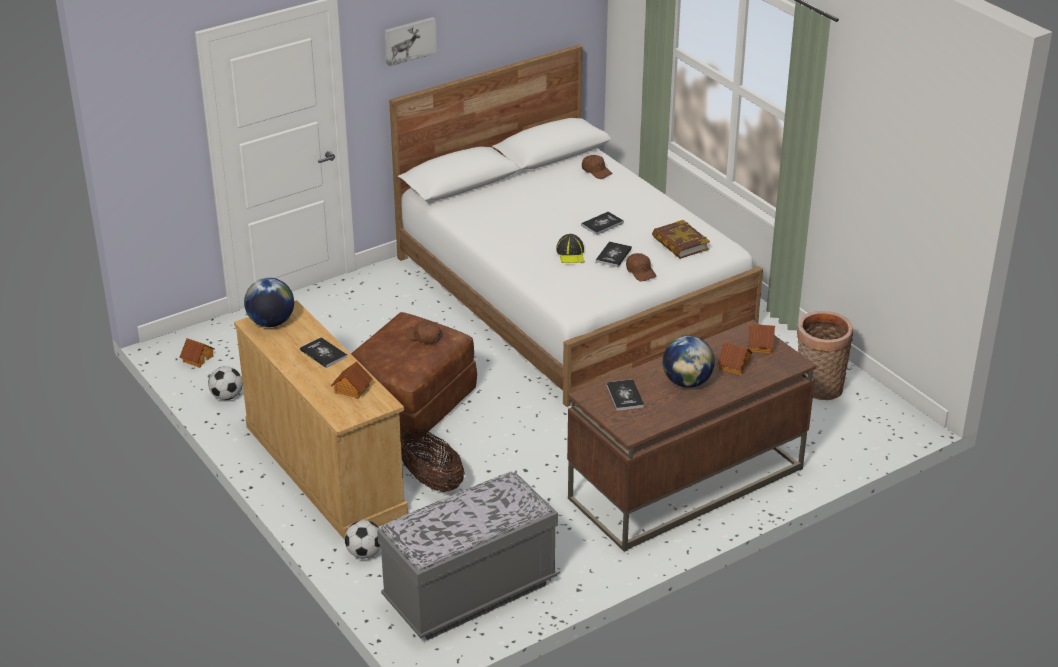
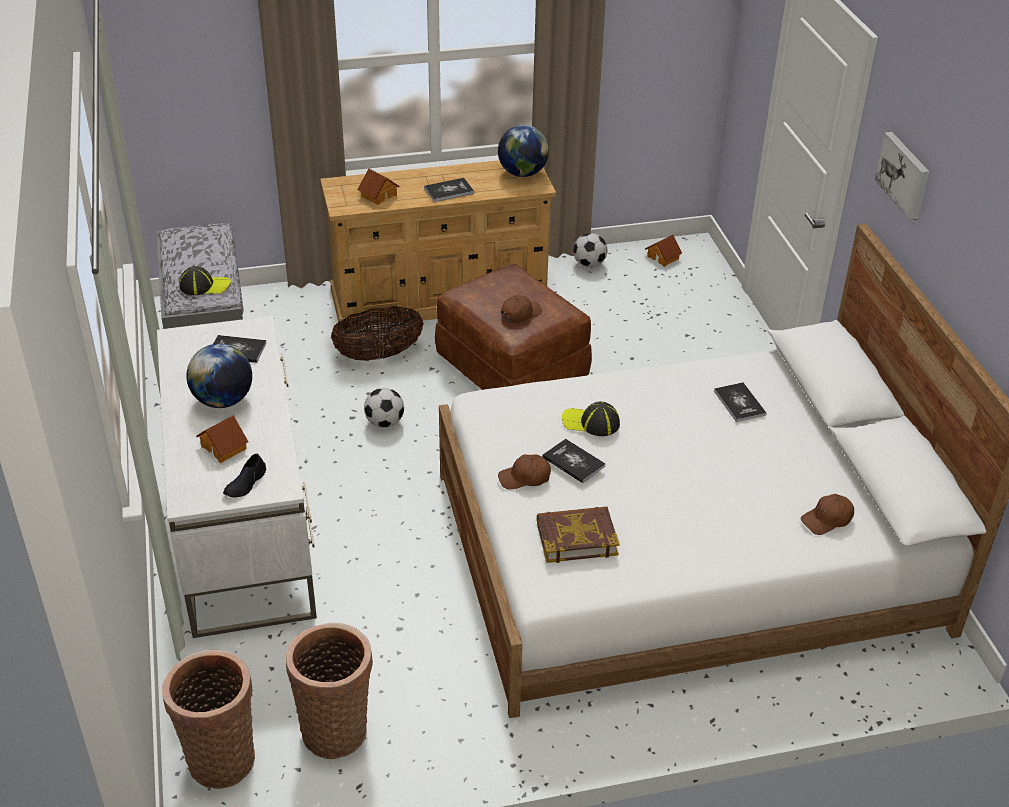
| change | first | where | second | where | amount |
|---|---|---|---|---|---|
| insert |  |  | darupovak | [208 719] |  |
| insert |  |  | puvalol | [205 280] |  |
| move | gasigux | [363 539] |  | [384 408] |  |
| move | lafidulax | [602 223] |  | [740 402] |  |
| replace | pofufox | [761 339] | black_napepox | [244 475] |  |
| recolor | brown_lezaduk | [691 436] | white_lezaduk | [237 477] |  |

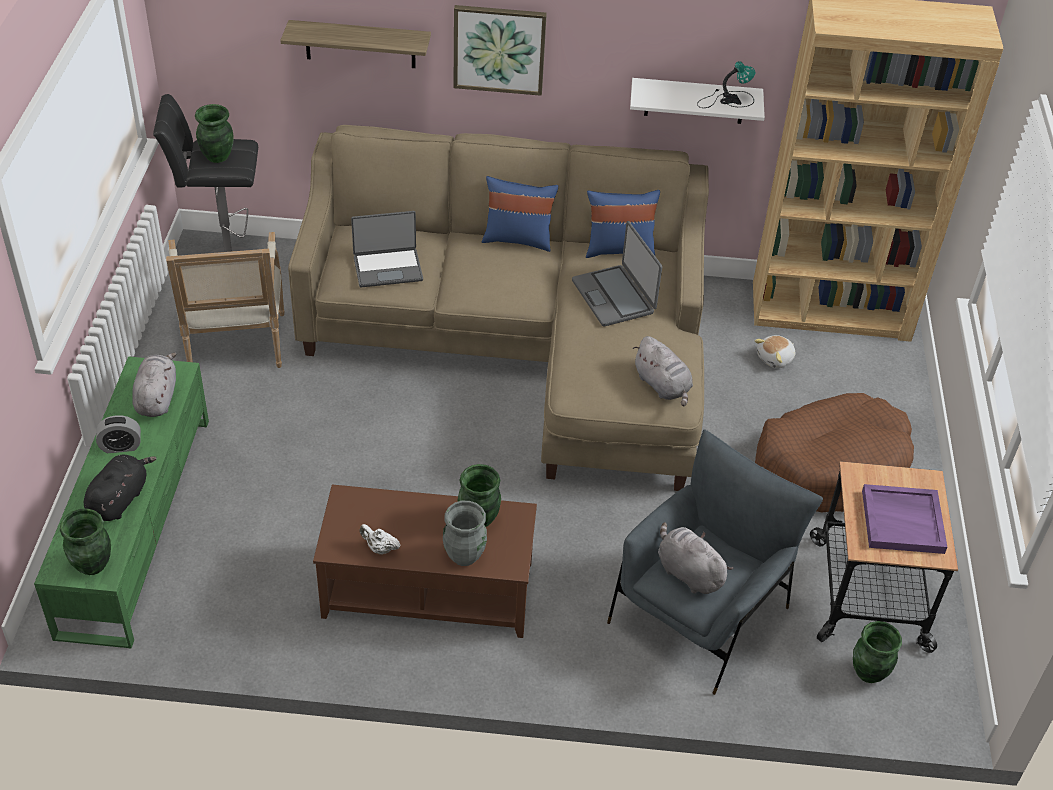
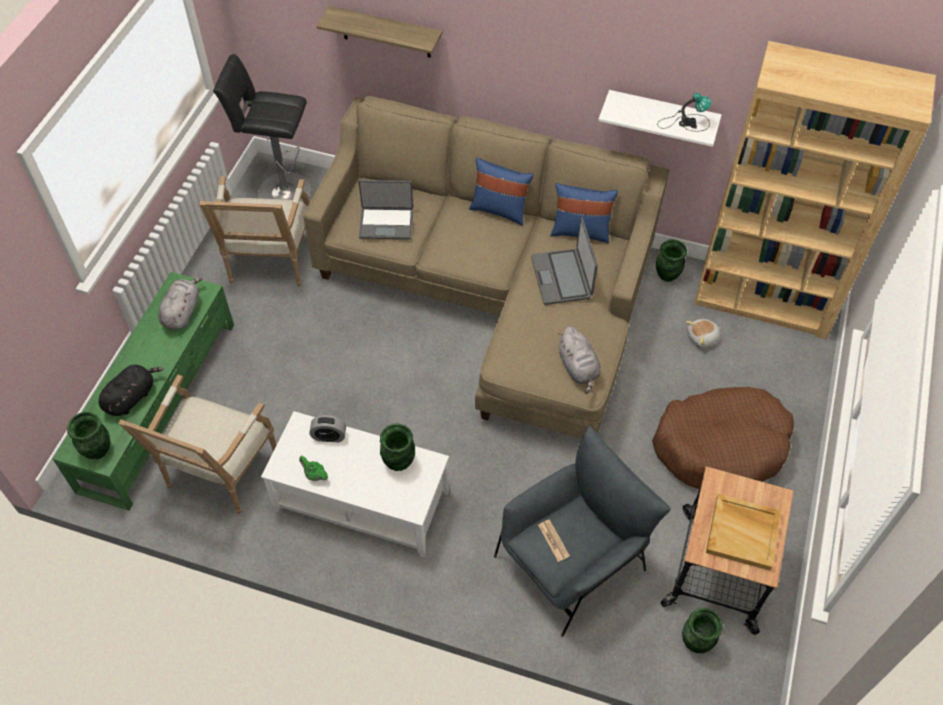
| change | first | where | second | where | amount |
|---|---|---|---|---|---|
| delete | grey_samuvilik | [465 533] |  |  |  |
| delete | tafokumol | [500 50] |  |  |  |
| insert |  |  | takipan | [197 444] |  |
| move | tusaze | [118 434] |  | [328 428] |  |
| move | green_samuvilik | [214 133] |  | [671 260] |  |
| replace | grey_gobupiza | [696 558] | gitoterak | [554 540] |  |
| recolor | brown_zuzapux | [425 561] | white_zuzapux | [355 484] |  |
| recolor | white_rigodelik | [380 539] | green_rigodelik | [313 468] |  |
| recolor | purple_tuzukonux | [904 519] | beige_tuzukonux | [743 532] |  |

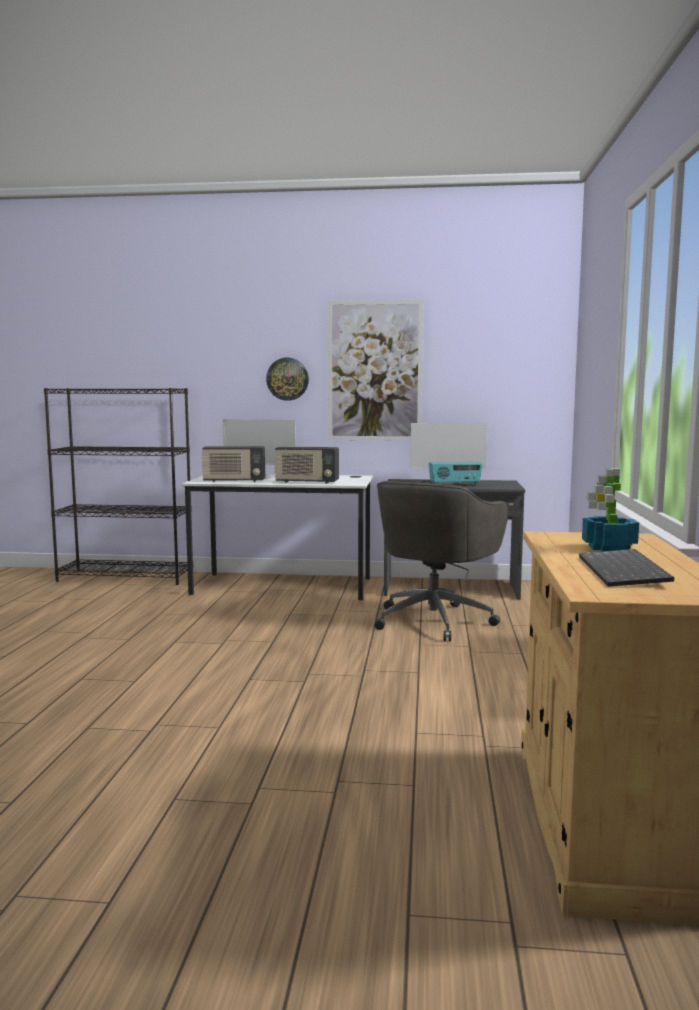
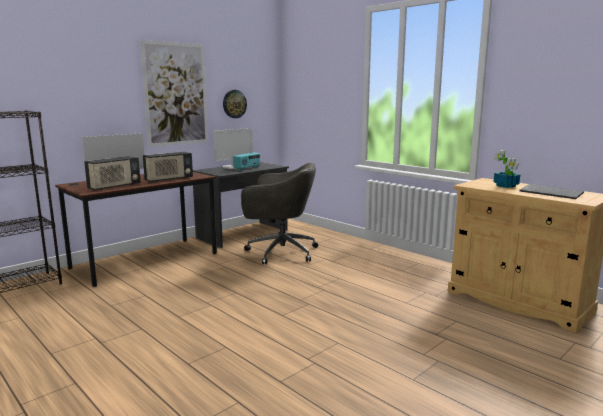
| change | first | where | second | where | amount |
|---|---|---|---|---|---|
| move | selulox | [287 379] |  | [235 104] |  |
| recolor | white_lezaduk | [277 537] | brown_lezaduk | [136 229] |  |
| rotate | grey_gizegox | [442 561] |  | [279 213] | 60 degrees counterclockwise |

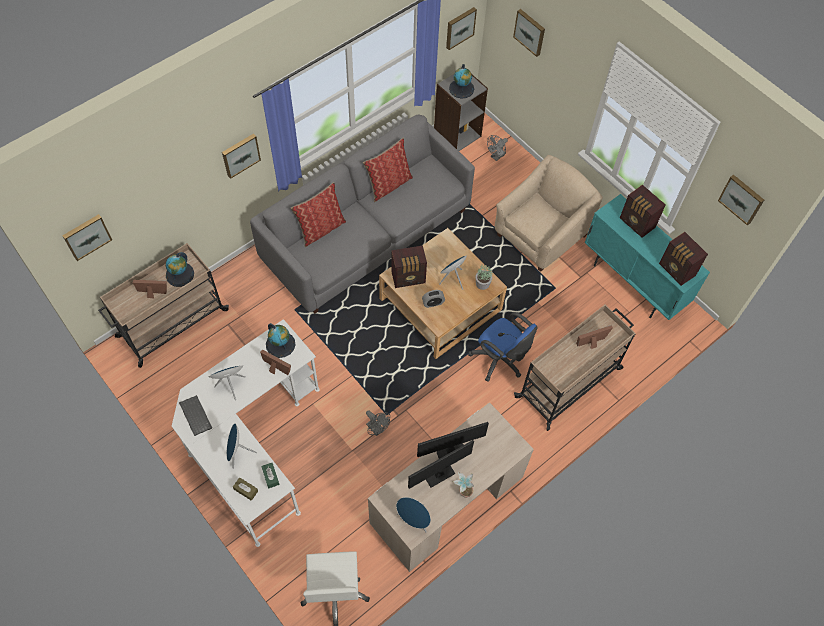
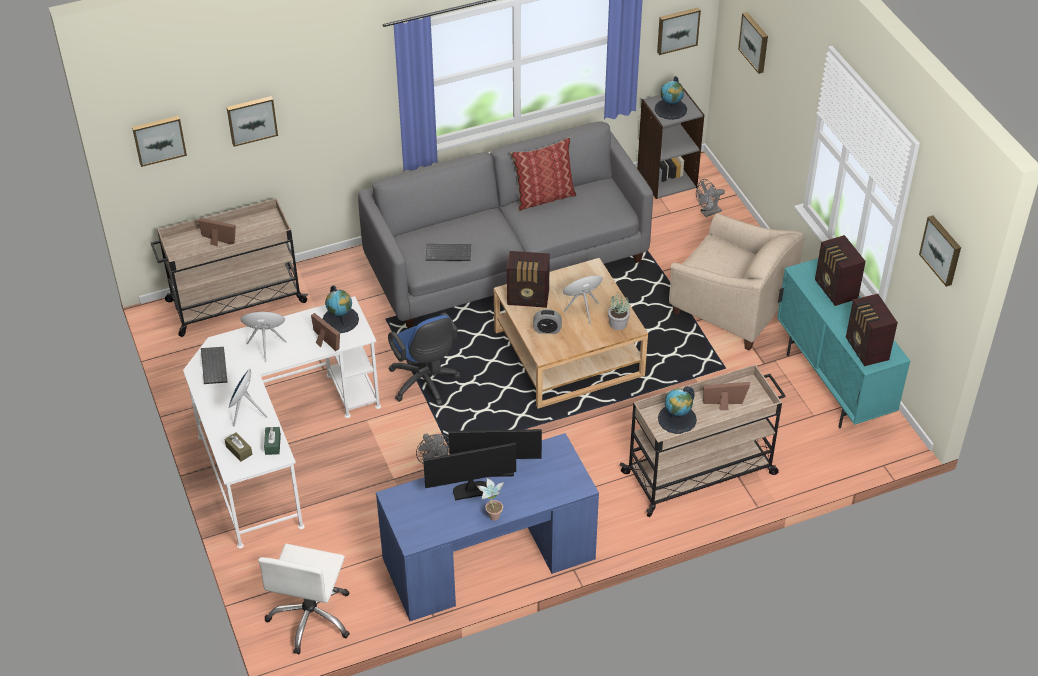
| change | first | where | second | where | amount |
|---|---|---|---|---|---|
| delete | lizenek | [318 214] |  |  |  |
| delete | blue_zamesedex | [413 515] |  |  |  |
| insert |  |  | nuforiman | [448 252] |  |
| move | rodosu | [180 269] |  | [677 410] |  |
| move | tafokumol | [241 156] |  | [252 121] |  |
| move | blue_gizegox | [503 347] |  | [424 359] |  |
| recolor | beige_lezaduk | [451 487] | blue_lezaduk | [487 527] |  |
| rotate | beige_takipan | [549 213] |  | [736 282] | 60 degrees clockwise |

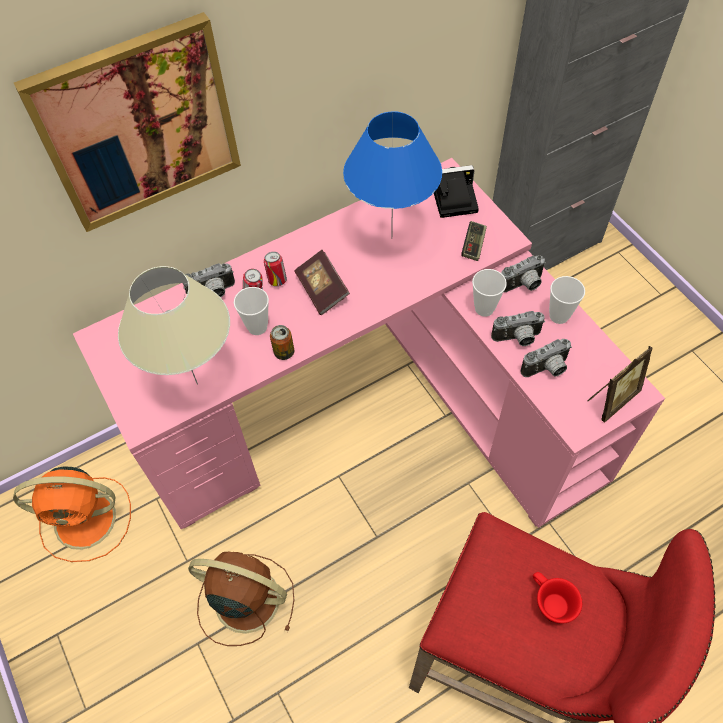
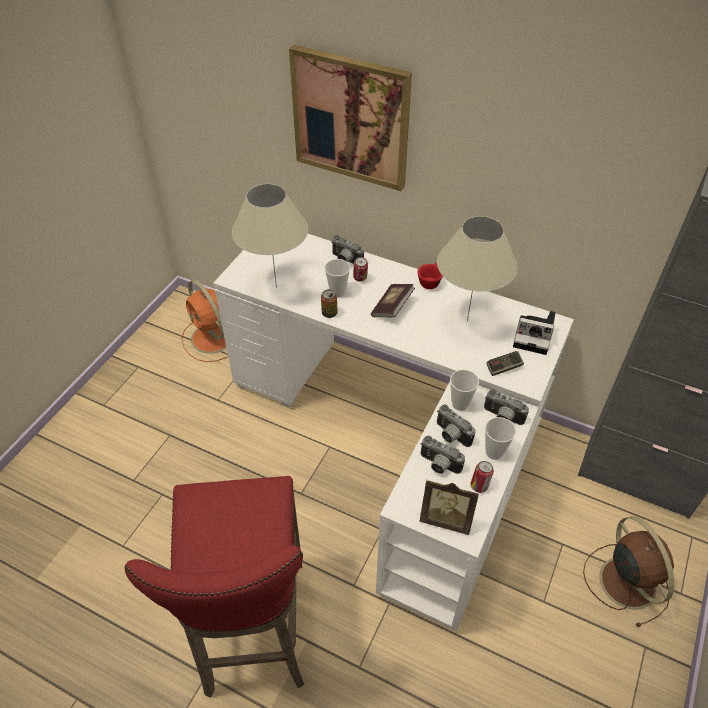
| change | first | where | second | where | amount |
|---|---|---|---|---|---|
| move | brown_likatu | [241 599] |  | [629 571] |  |
| move | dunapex | [275 269] |  | [482 477] |  |
| move | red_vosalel | [557 598] |  | [430 276] |  |
| recolor | pink_lezaduk | [369 343] | white_lezaduk | [393 432] |  |
| recolor | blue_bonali | [392 175] | beige_bonali | [477 269] |  |
| rotate | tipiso | [456 191] |  | [534 333] | 150 degrees clockwise |

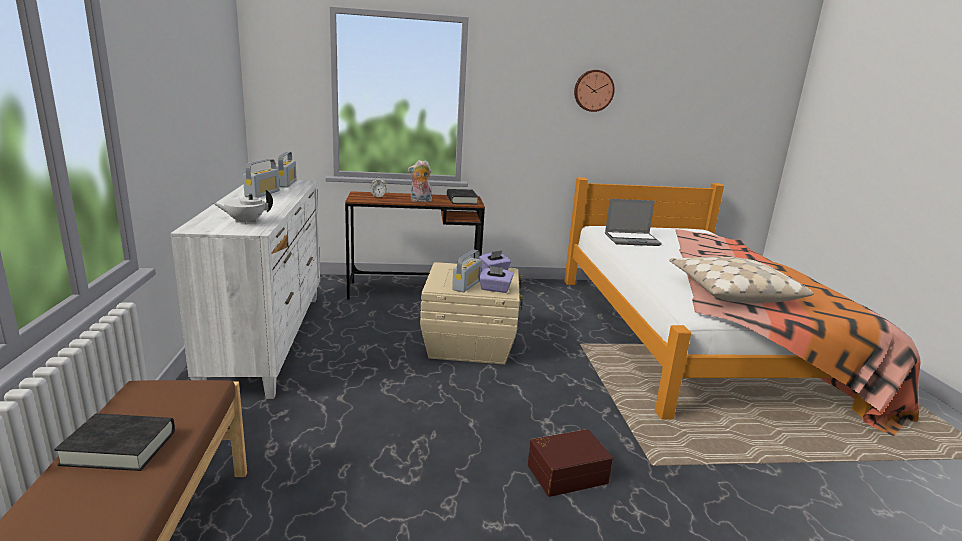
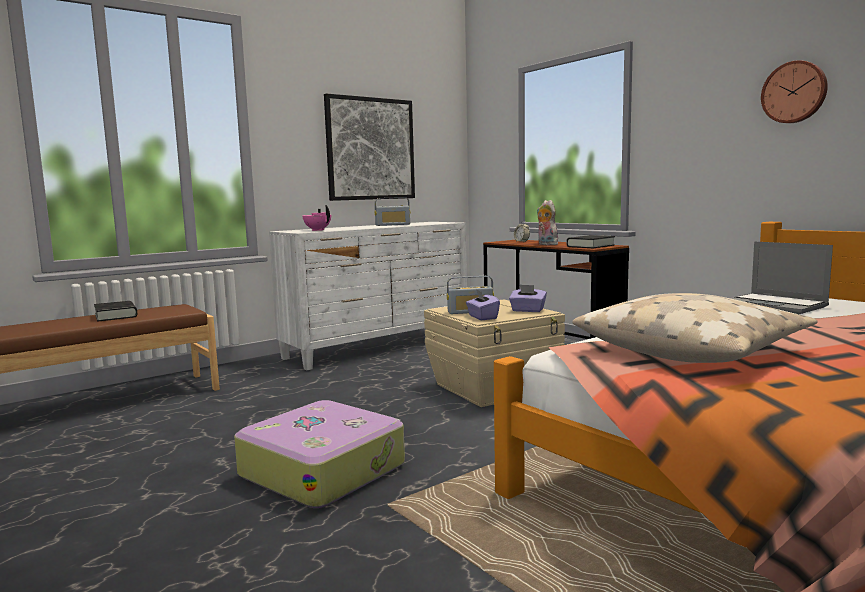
| change | first | where | second | where | amount |
|---|---|---|---|---|---|
| delete | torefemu | [286 169] |  |  |  |
| insert |  |  | tafokumol | [369 147] |  |
| replace | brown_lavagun | [570 463] | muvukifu | [319 454] |  |
| recolor | white_rigodelik | [243 207] | pink_rigodelik | [317 218] |  |

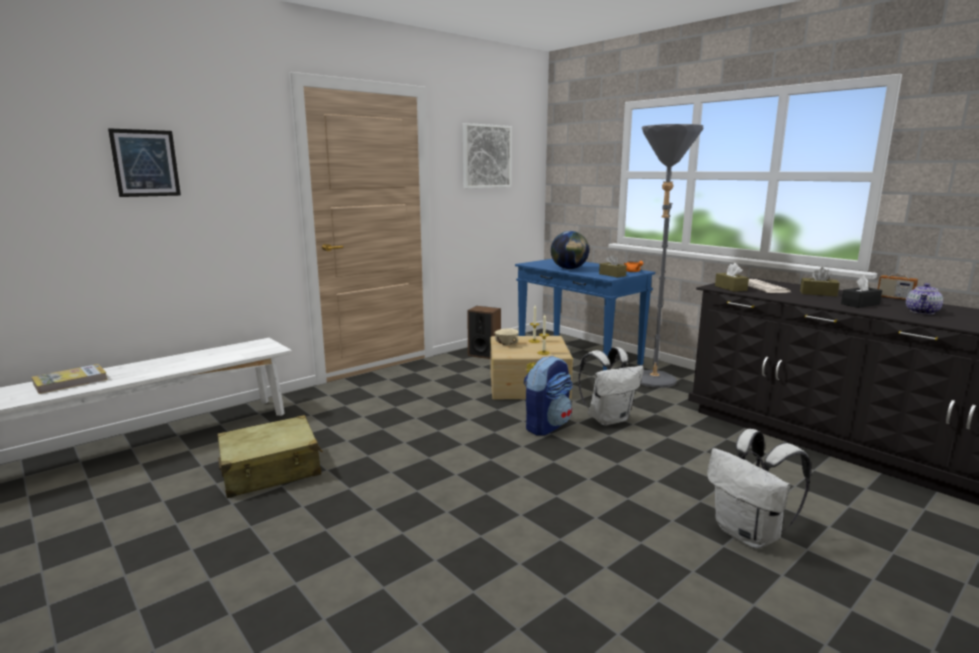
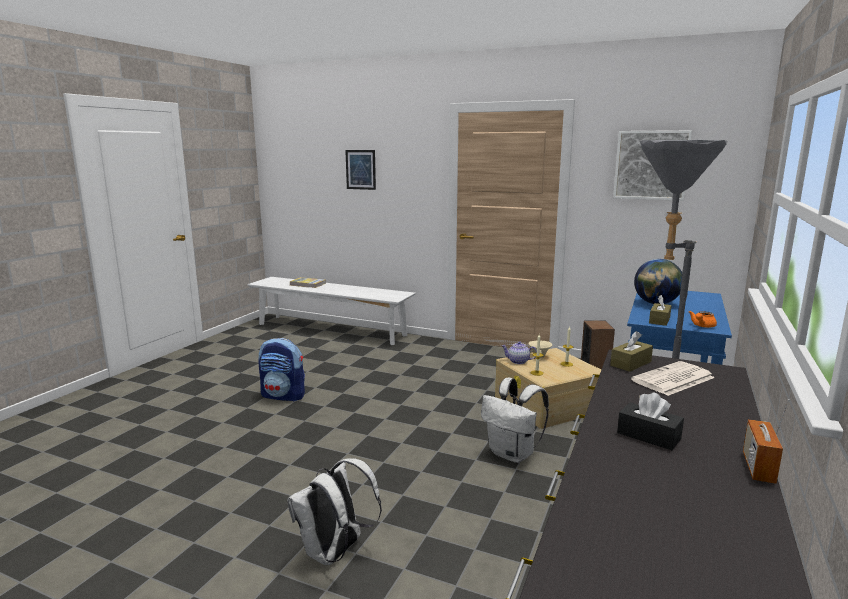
| change | first | where | second | where | amount |
|---|---|---|---|---|---|
| delete | beige_muvukifu | [270 456] |  |  |  |
| delete | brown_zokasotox | [820 281] |  |  |  |
| move | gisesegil | [548 395] |  | [282 369] |  |
| move | rigodelik | [924 298] |  | [519 352] |  |

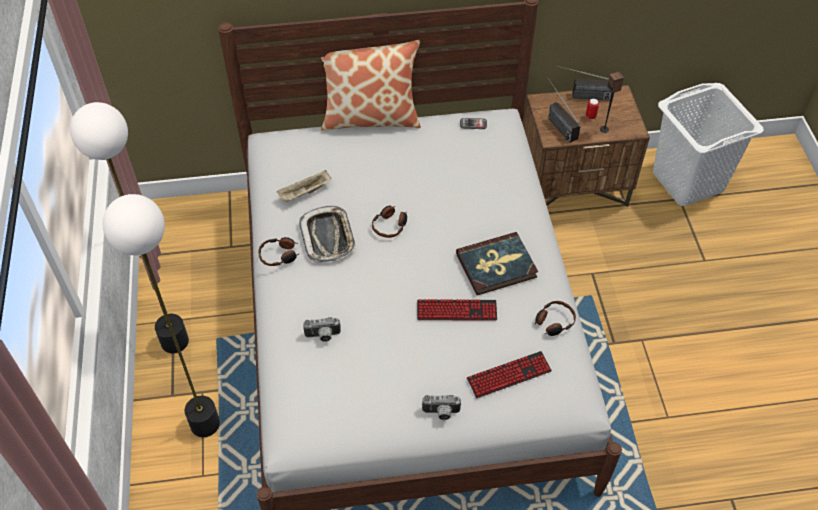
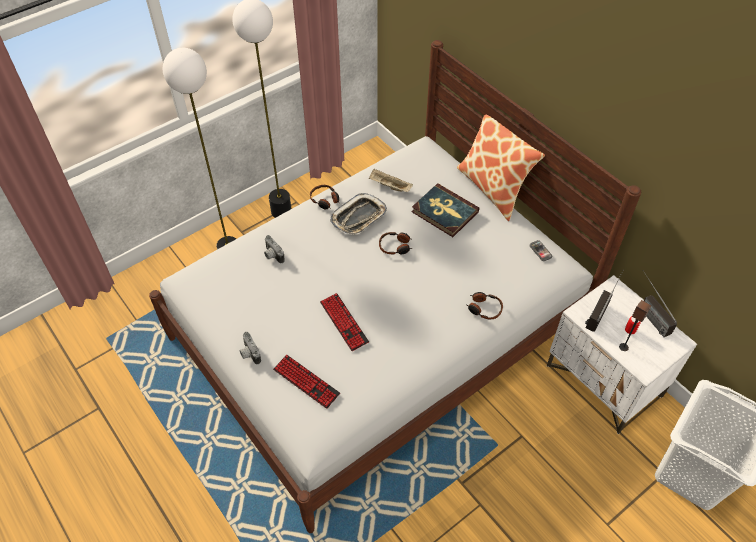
| change | first | where | second | where | amount |
|---|---|---|---|---|---|
| move | lafidulax | [497 263] |  | [445 210] |  |
| move | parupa | [555 318] |  | [485 306] |  |
| recolor | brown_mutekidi | [586 146] | white_mutekidi | [622 354] |  |

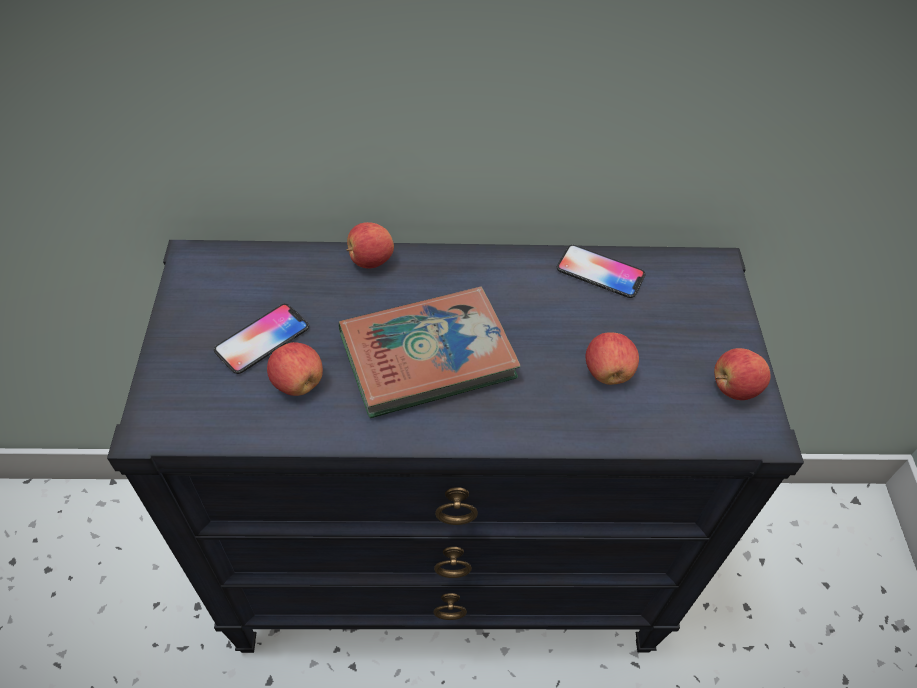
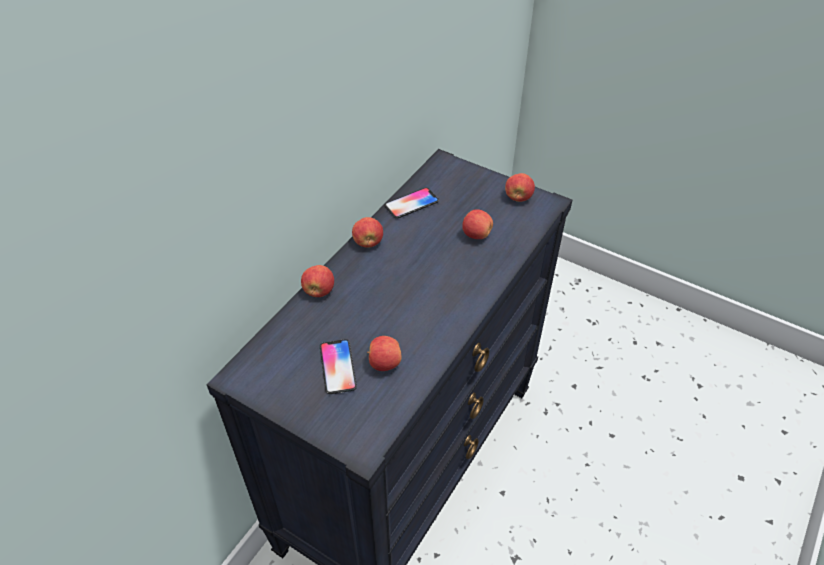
| change | first | where | second | where | amount |
|---|---|---|---|---|---|
| delete | lafidulax | [429 352] |  |  |  |
| insert |  |  | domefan | [367 232] |  |

